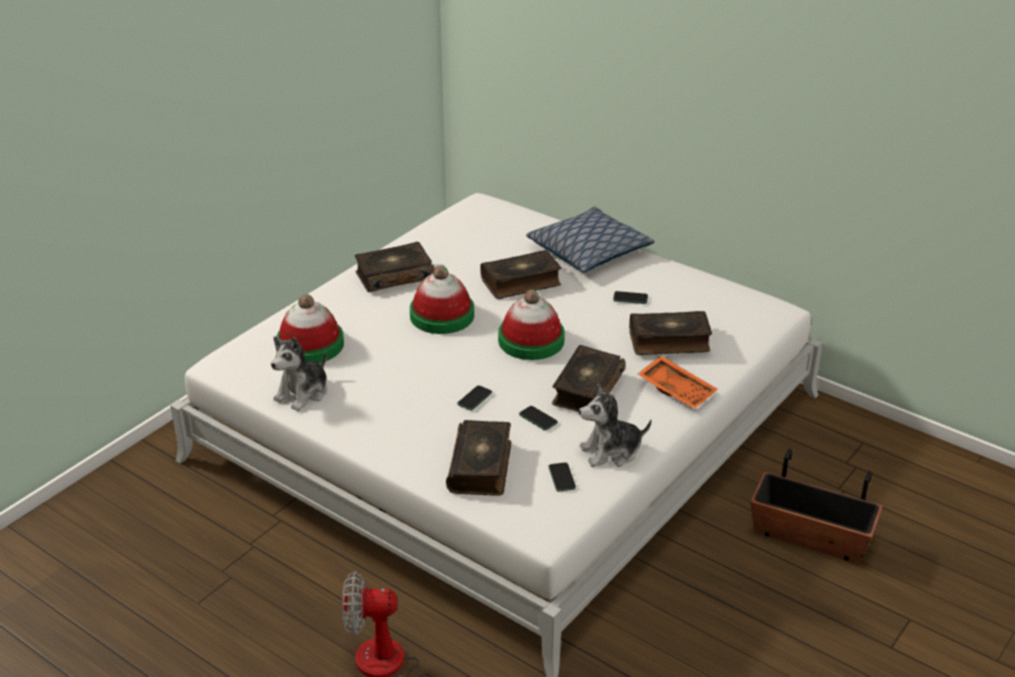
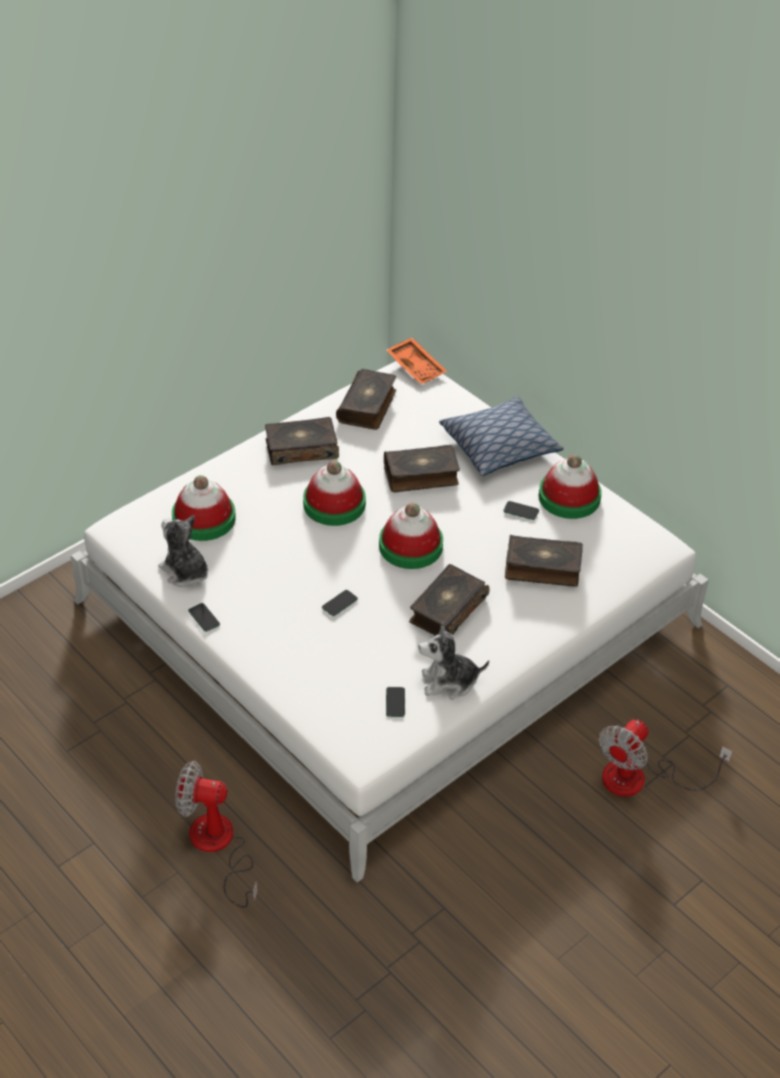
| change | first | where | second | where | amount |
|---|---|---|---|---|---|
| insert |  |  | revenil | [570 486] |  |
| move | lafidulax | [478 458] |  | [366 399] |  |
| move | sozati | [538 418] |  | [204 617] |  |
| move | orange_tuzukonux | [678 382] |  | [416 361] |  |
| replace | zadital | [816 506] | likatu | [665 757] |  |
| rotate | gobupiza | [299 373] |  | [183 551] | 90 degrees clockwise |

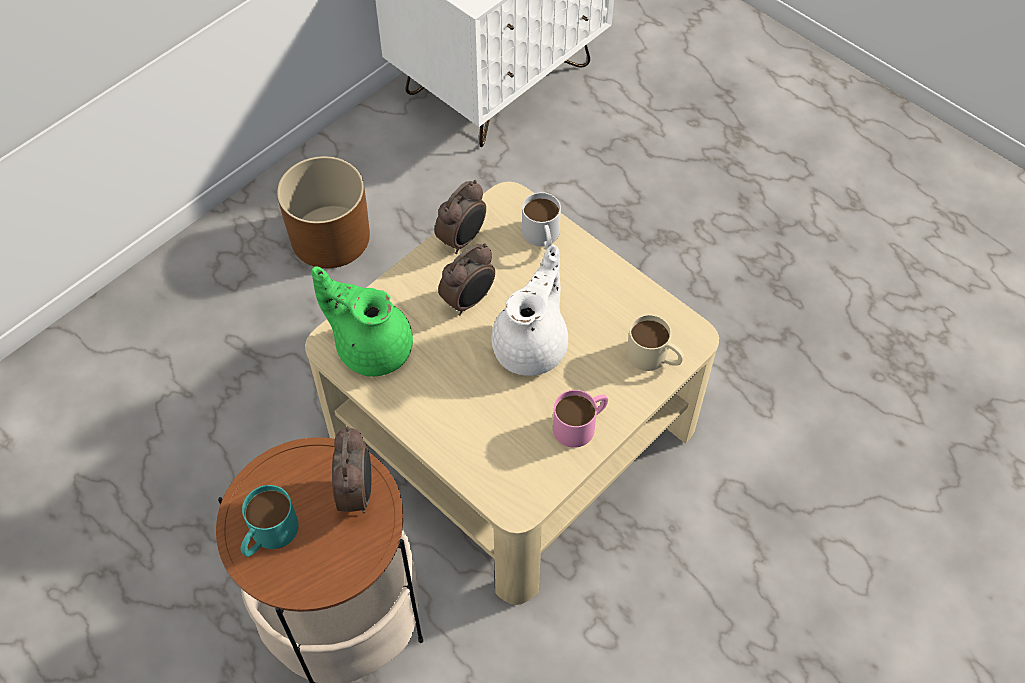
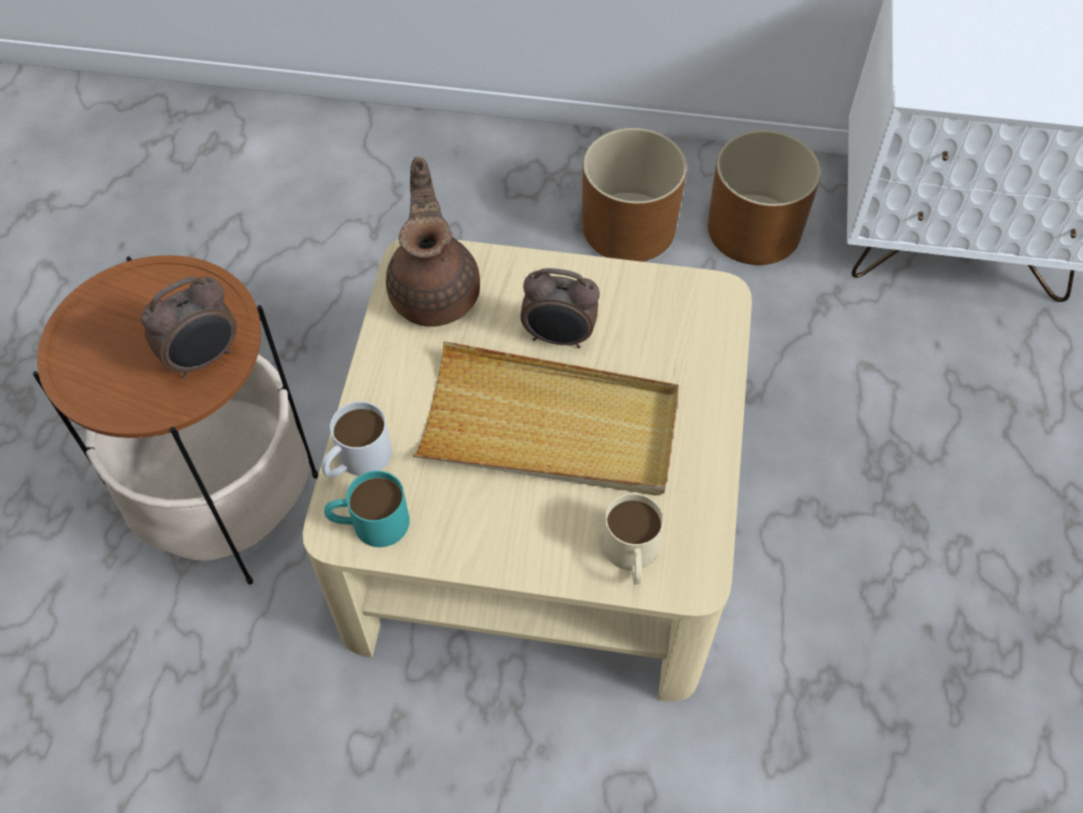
| change | first | where | second | where | amount |
|---|---|---|---|---|---|
| delete | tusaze | [460 217] |  |  |  |
| delete | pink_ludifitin | [580 419] |  |  |  |
| insert |  |  | brown_zadital | [764 197] |  |
| move | turquoise_ludifitin | [270 521] |  | [367 509] |  |
| move | white_ludifitin | [541 221] |  | [356 439] |  |
| replace | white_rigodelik | [530 310] | beige_tuzukonux | [546 418] |  |
| recolor | green_rigodelik | [362 321] | brown_rigodelik | [433 242] |  |

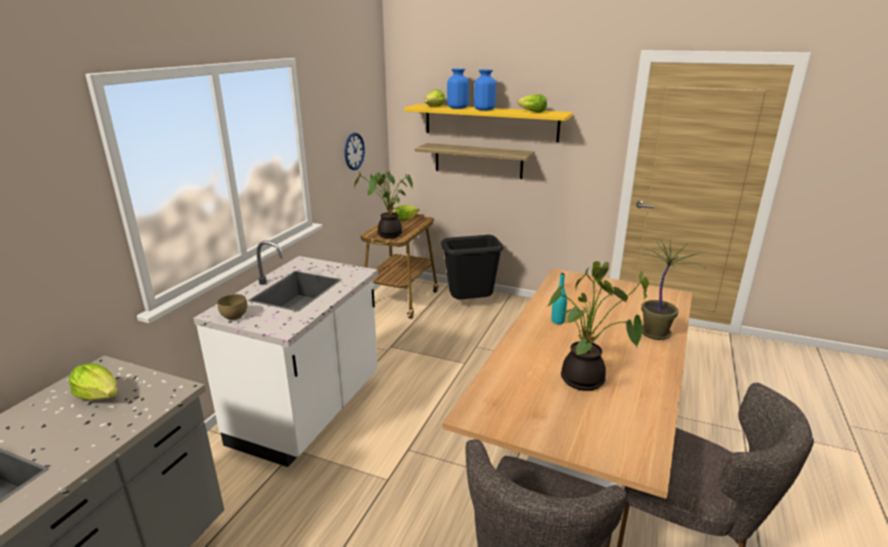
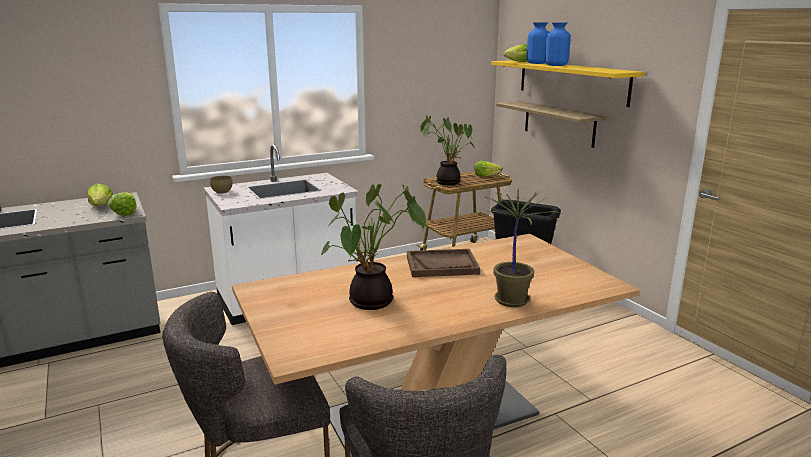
| change | first | where | second | where | amount |
|---|---|---|---|---|---|
| delete | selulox | [355 151] |  |  |  |
| move | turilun | [532 103] |  | [123 204] |  |
| replace | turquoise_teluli | [559 298] | brown_tuzukonux | [443 263] |  |

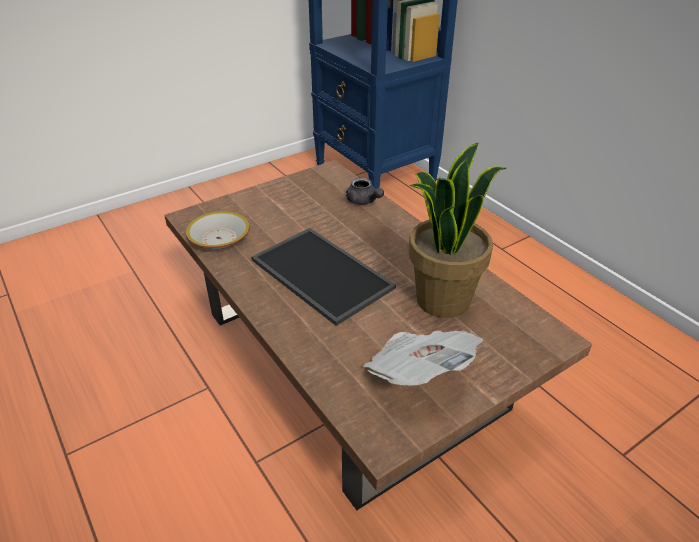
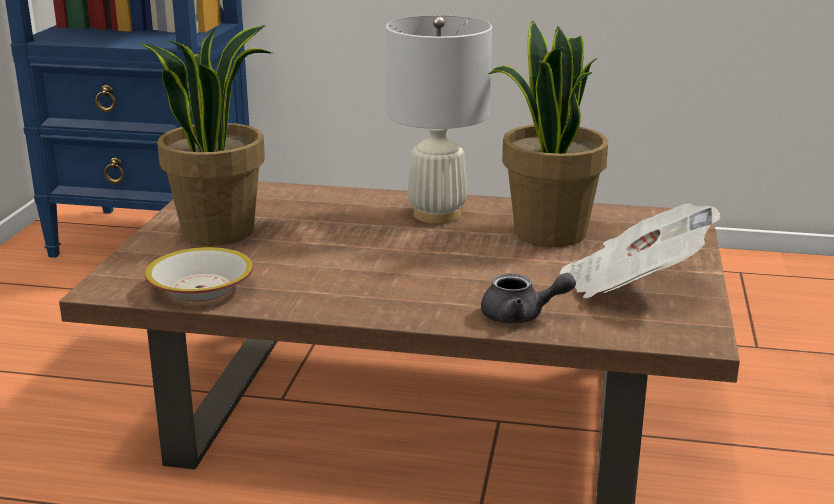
| change | first | where | second | where | amount |
|---|---|---|---|---|---|
| delete | tuzukonux | [323 277] |  |  |  |
| insert |  |  | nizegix | [206 135] |  |
| insert |  |  | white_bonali | [439 119] |  |
| move | grey_rigodelik | [365 191] |  | [528 298] |  |

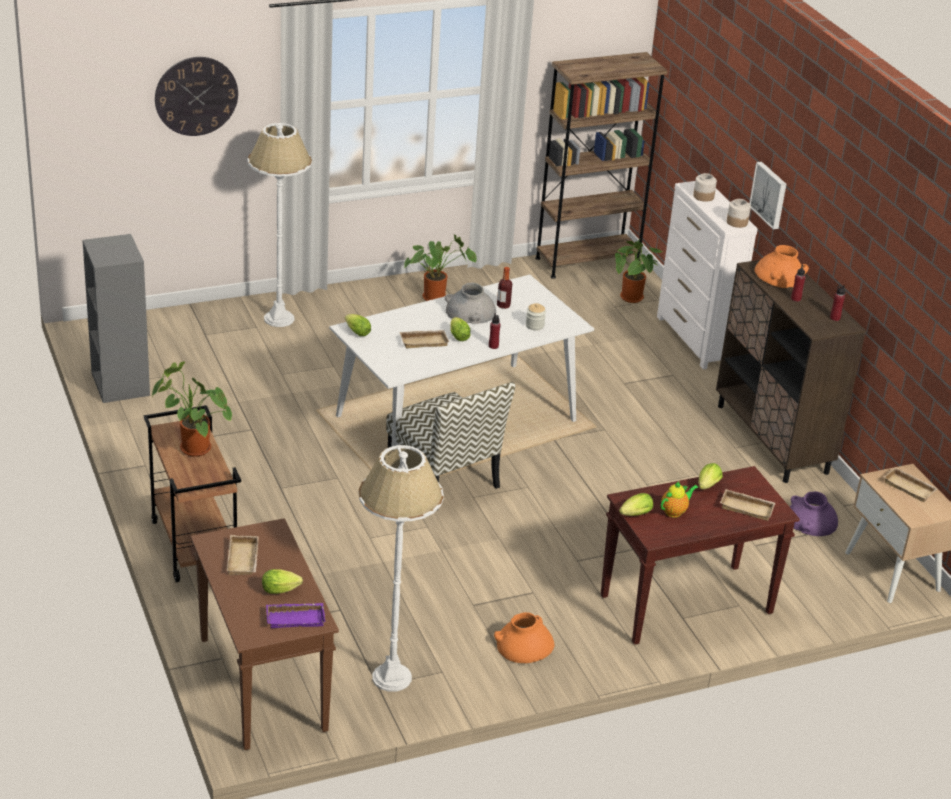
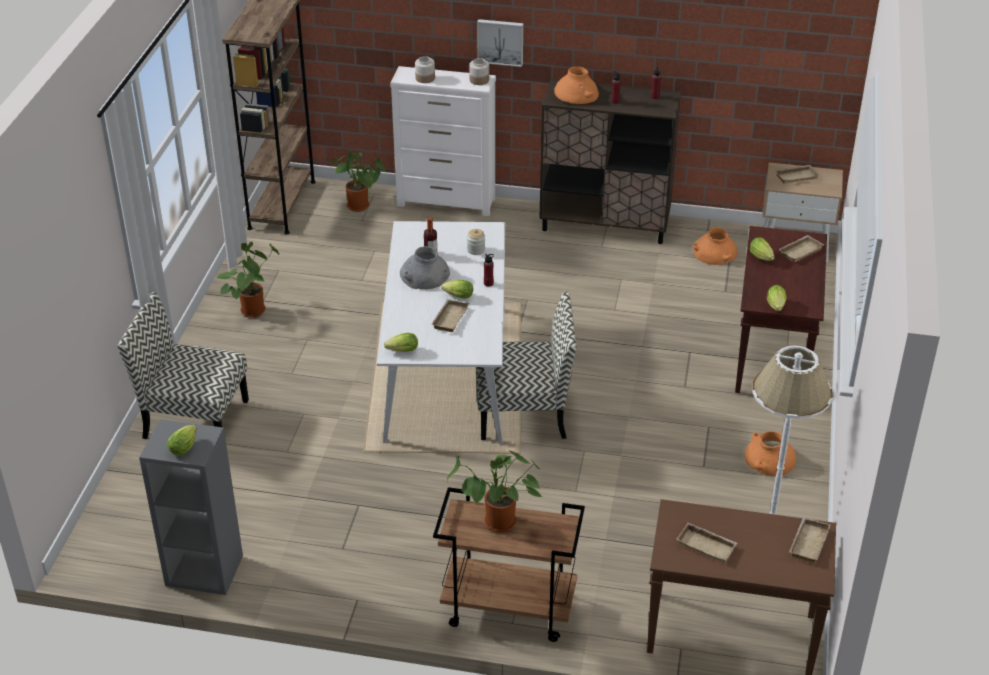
| change | first | where | second | where | amount |
|---|---|---|---|---|---|
| delete | selulox | [196 96] |  |  |  |
| delete | rigodelik | [679 500] |  |  |  |
| move | turilun | [282 581] |  | [182 440] |  |
| replace | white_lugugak | [280 225] | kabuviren | [183 365] |  |
| recolor | purple_tuzukonux | [295 615] | beige_tuzukonux | [809 540] |  |
| recolor | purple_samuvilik | [814 513] | orange_samuvilik | [715 246] |  |

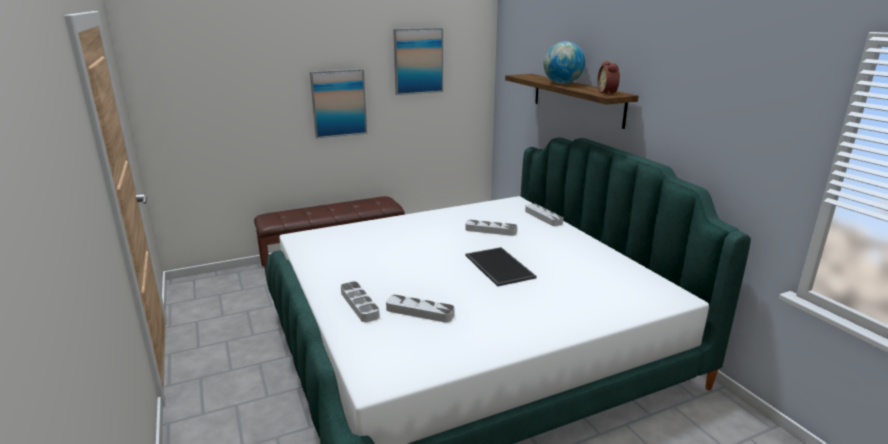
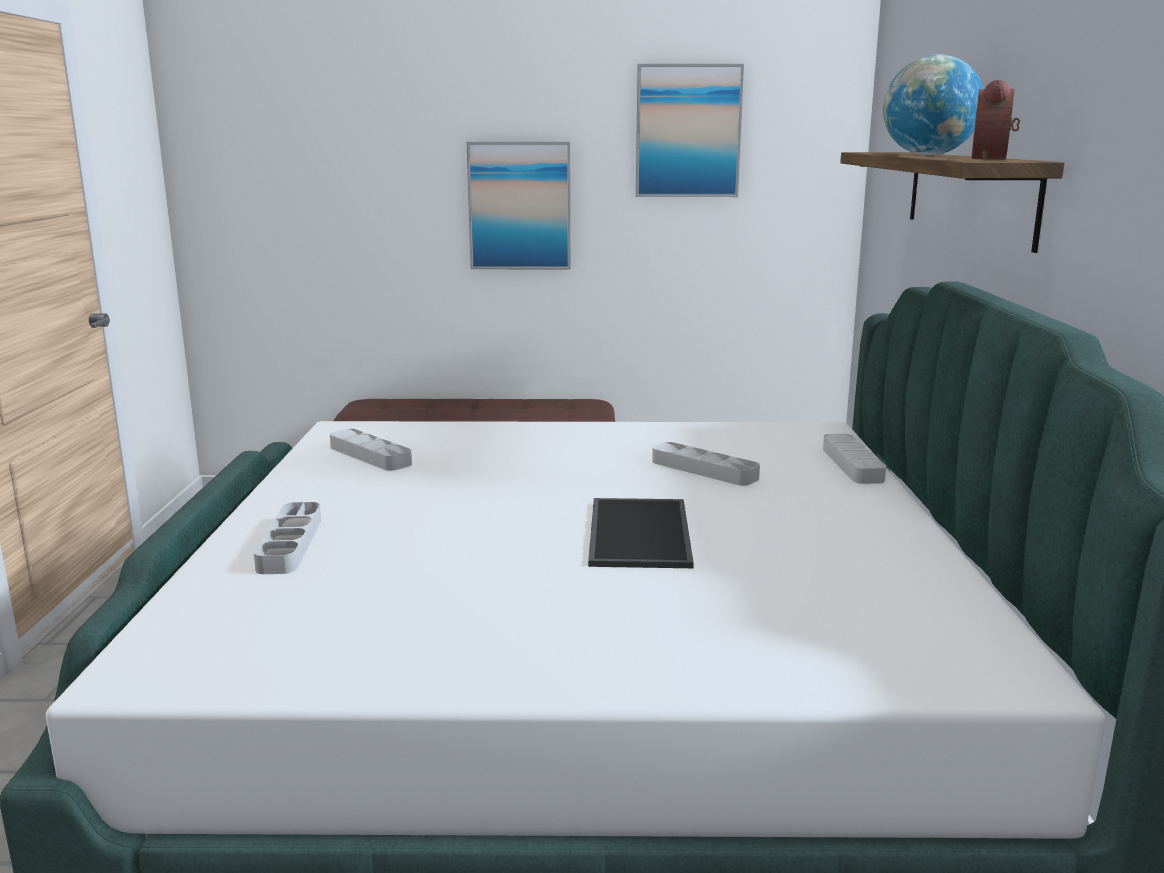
| change | first | where | second | where | amount |
|---|---|---|---|---|---|
| move | grey_tuzukonux | [420 309] |  | [371 450] |  |

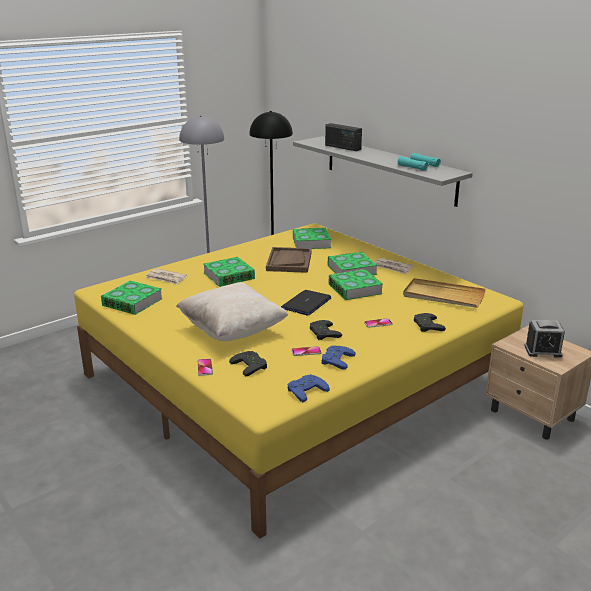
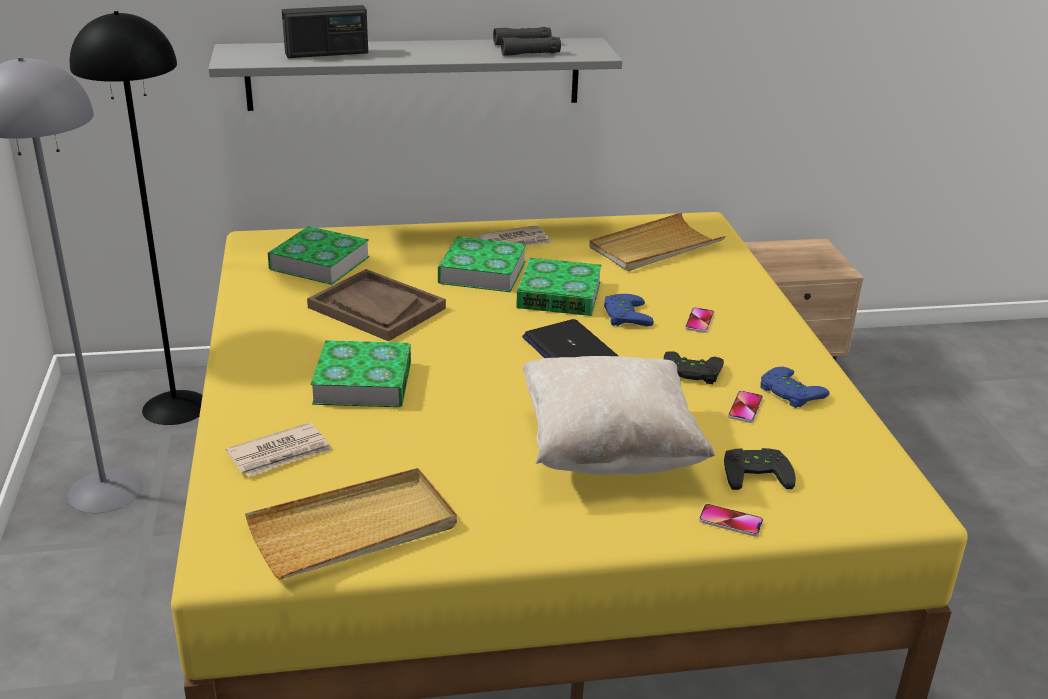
| change | first | where | second | where | amount |
|---|---|---|---|---|---|
| delete | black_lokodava | [430 322] |  |  |  |
| delete | tusaze | [544 339] |  |  |  |
| move | blue_lokodava | [308 388] |  | [629 310] |  |
| replace | lafidulax | [132 298] | beige_tuzukonux | [351 524] |  |
| recolor | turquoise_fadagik | [419 162] | black_fadagik | [527 41] |  |

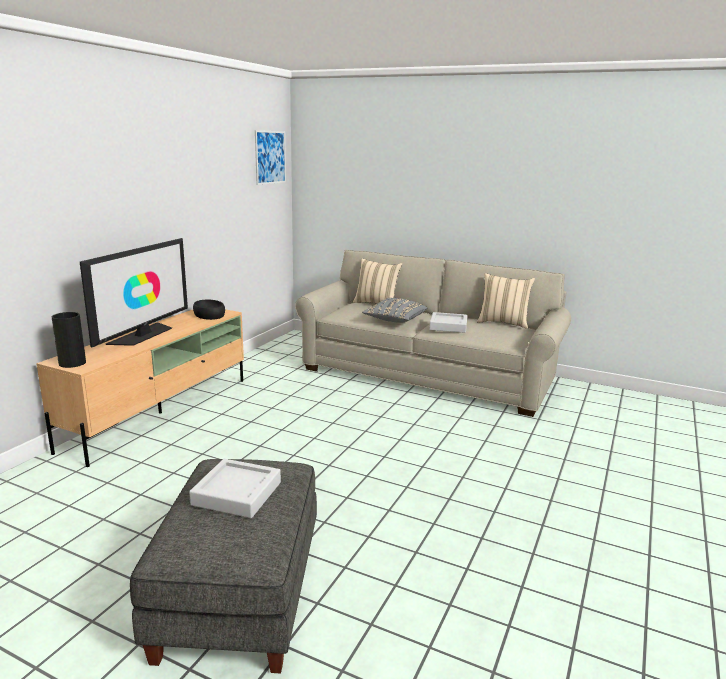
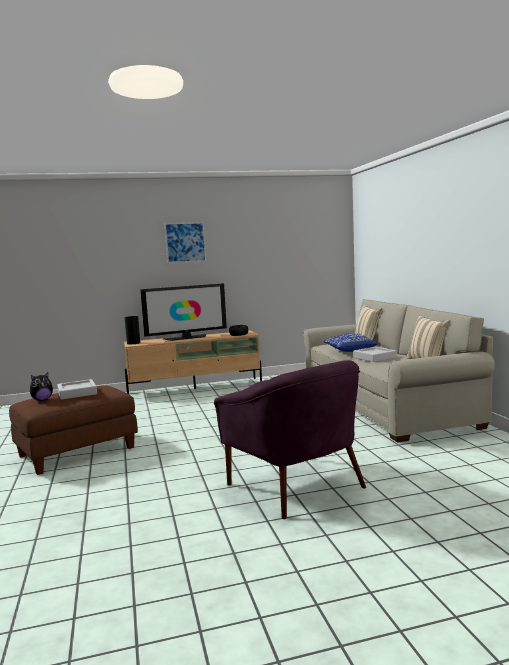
| change | first | where | second | where | amount |
|---|---|---|---|---|---|
| insert |  |  | gobupiza | [41 386] |  |
| insert |  |  | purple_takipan | [290 439] |  |
| move | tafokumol | [270 157] |  | [186 242] |  |
| recolor | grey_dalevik | [223 566] | brown_dalevik | [73 430] |  |
| recolor | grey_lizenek | [394 310] | blue_lizenek | [350 342] |  |

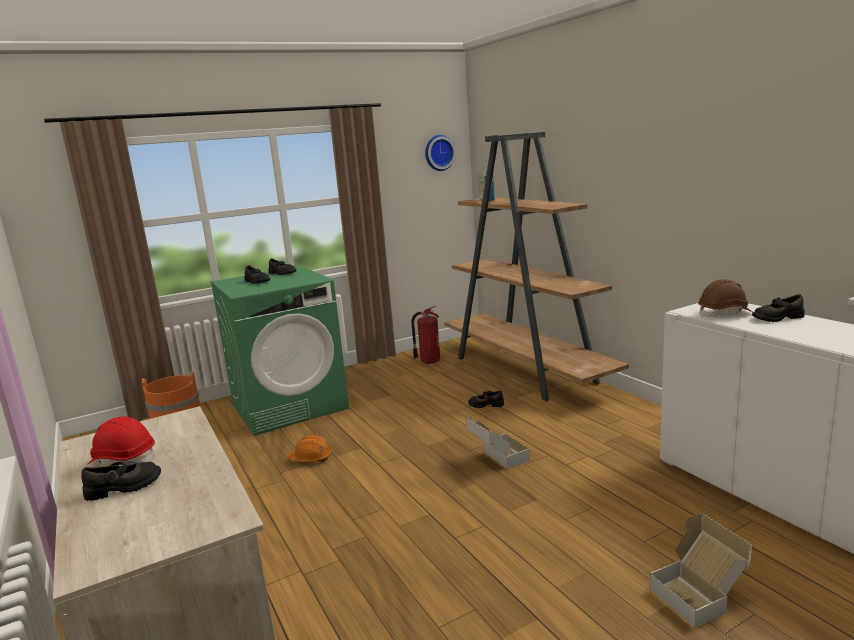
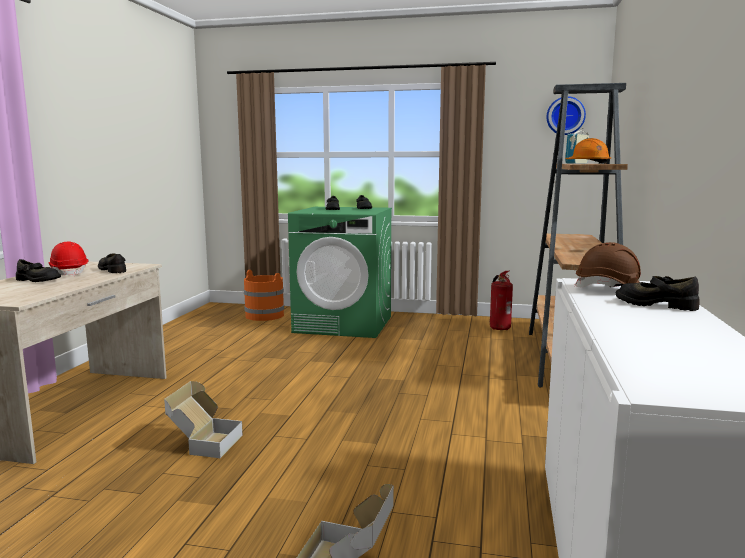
| change | first | where | second | where | amount |
|---|---|---|---|---|---|
| move | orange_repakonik | [310 448] |  | [588 151] |  |
| move | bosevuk | [498 442] |  | [203 419] |  |
| move | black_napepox | [486 399] |  | [112 263] |  |

